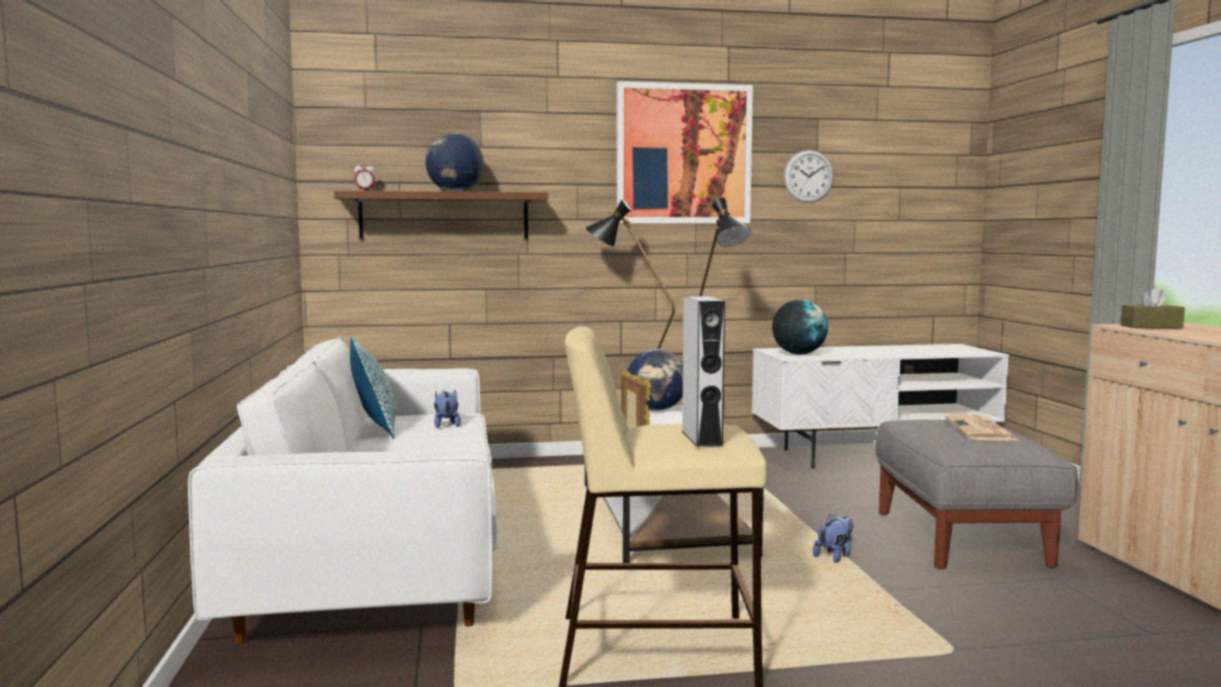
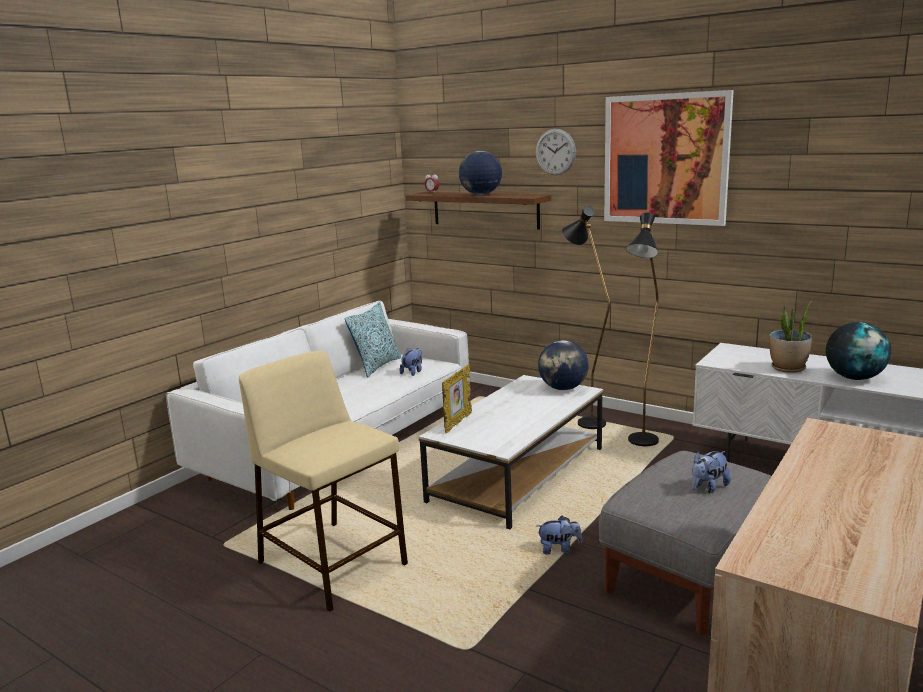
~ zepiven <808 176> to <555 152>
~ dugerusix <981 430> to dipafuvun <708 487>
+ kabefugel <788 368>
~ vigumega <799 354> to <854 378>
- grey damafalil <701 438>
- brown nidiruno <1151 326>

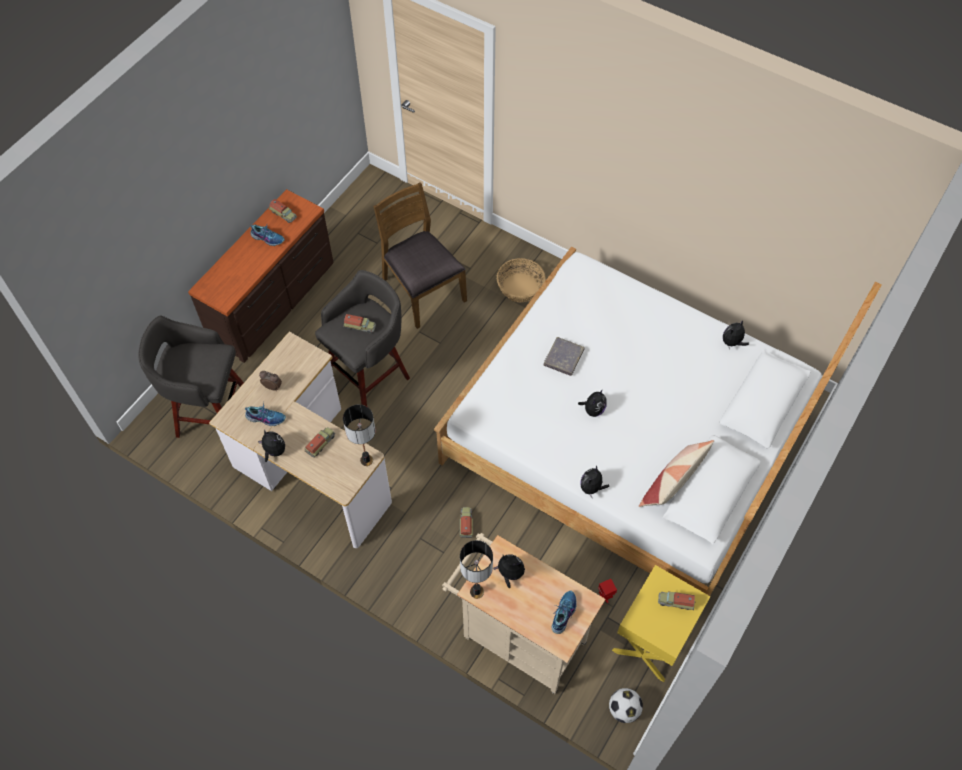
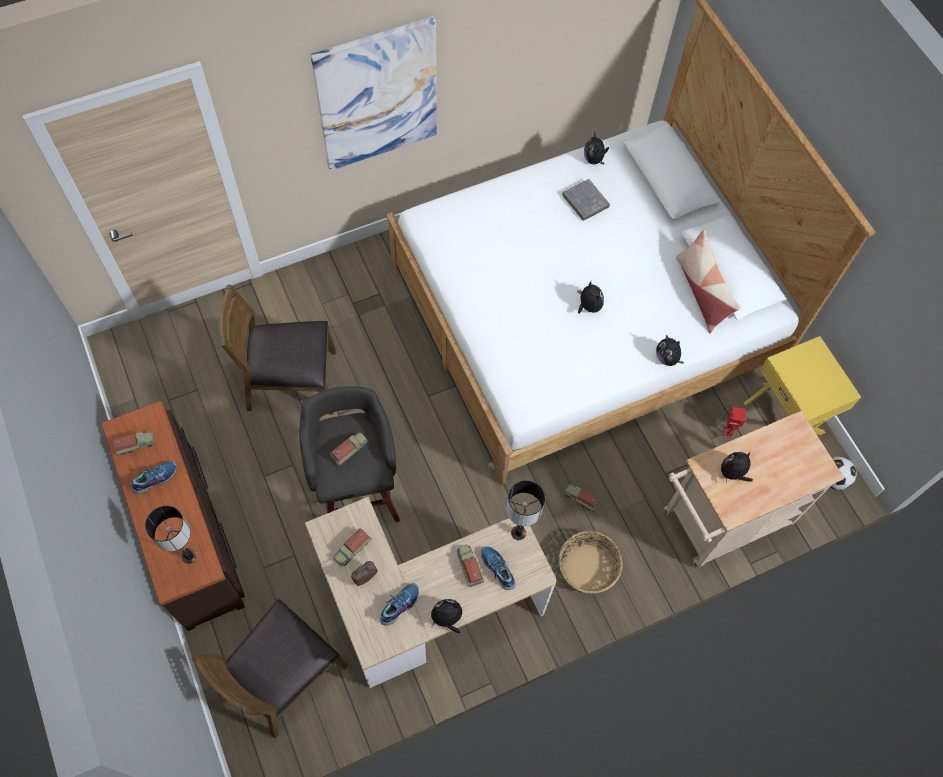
~ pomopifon <476 592> to <189 557>
~ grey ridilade <211 413> to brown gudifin <284 677>
+ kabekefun <377 95>
~ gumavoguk <675 602> to <352 549>
~ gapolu <563 613> to <497 569>
~ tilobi <520 288> to <588 568>
~ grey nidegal <563 358> to <585 201>

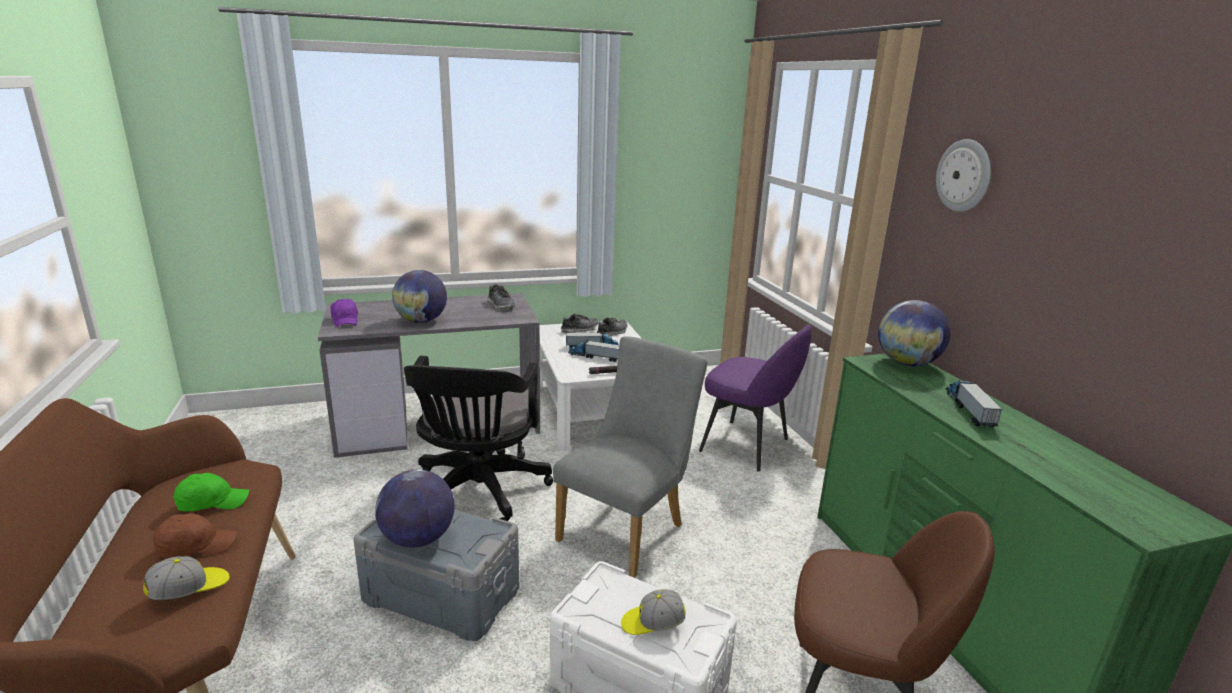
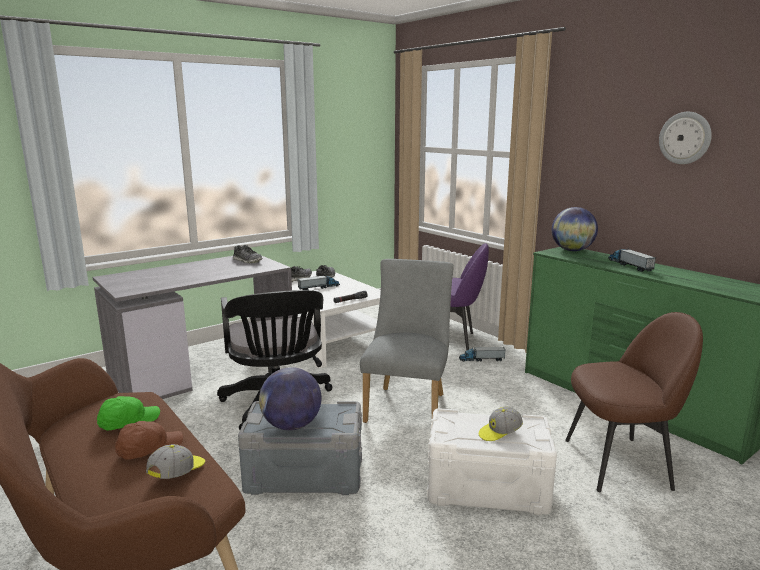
~ gumavoguk <595 357> to <481 359>
~ zepiven <964 175> to <685 138>
- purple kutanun <345 320>
- vigumega <421 321>

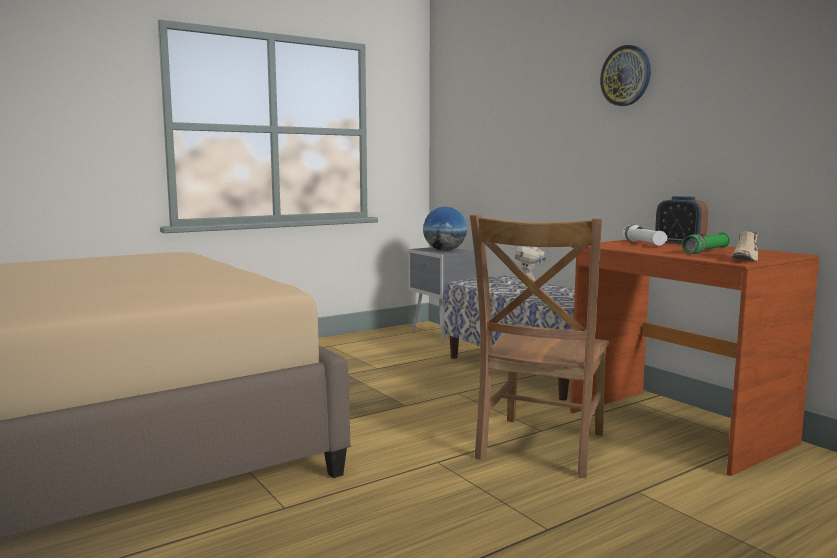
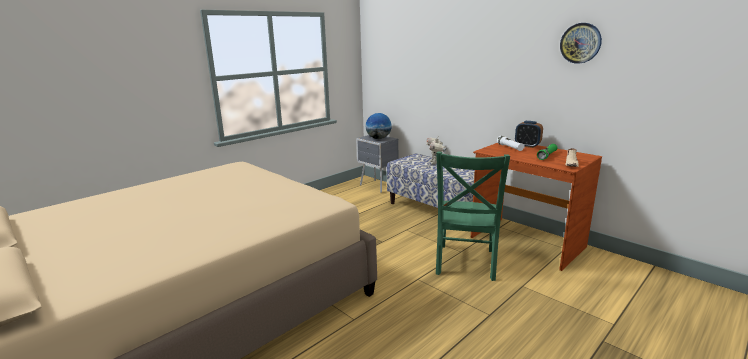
~ brown gudifin <540 448> to green gudifin <465 263>
~ zepiven <626 76> to <580 43>

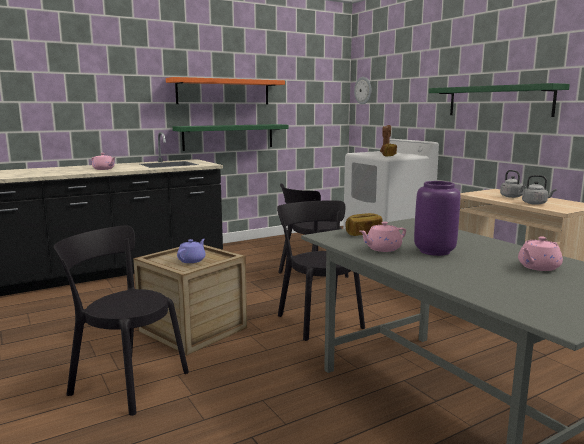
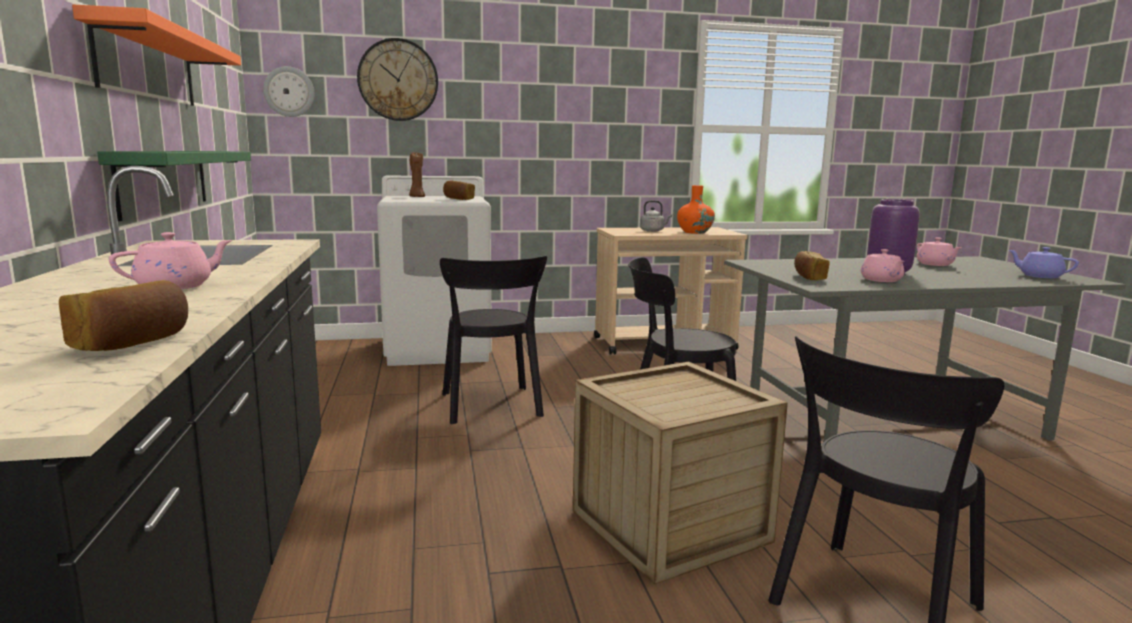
+ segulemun <133 343>
+ zepiven <398 80>
~ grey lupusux <535 203> to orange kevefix <694 232>
~ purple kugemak <192 260> to <1039 276>
- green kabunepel <498 101>

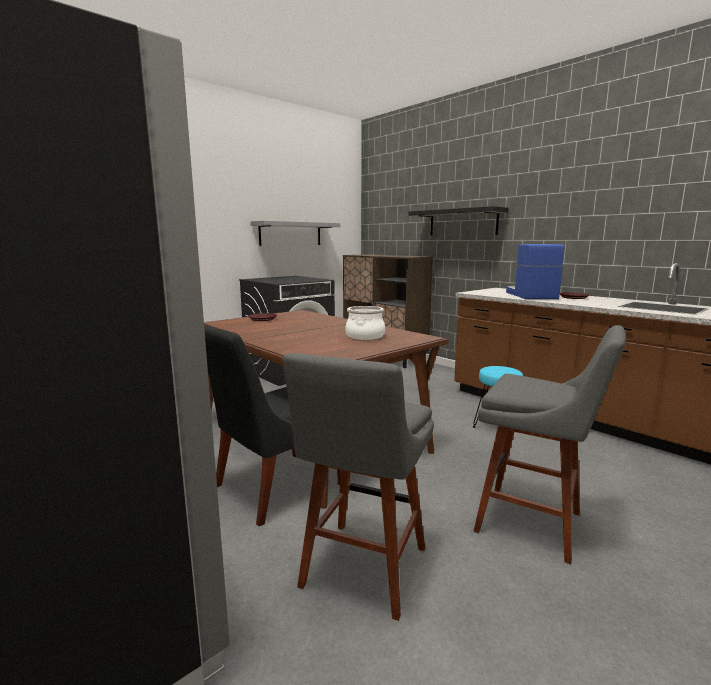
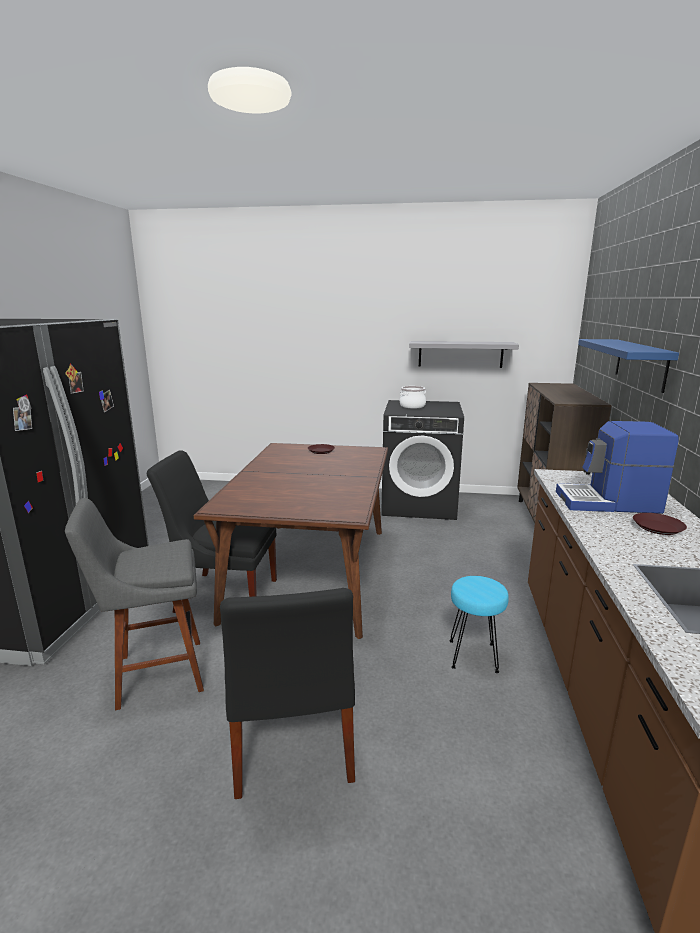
~ grey ridilade <535 524> to black gudifin <291 743>
~ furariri <364 336> to <412 406>
~ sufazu <530 295> = <608 502> 135 degrees counterclockwise
~ black kabunepel <462 222> to blue kabunepel <640 363>

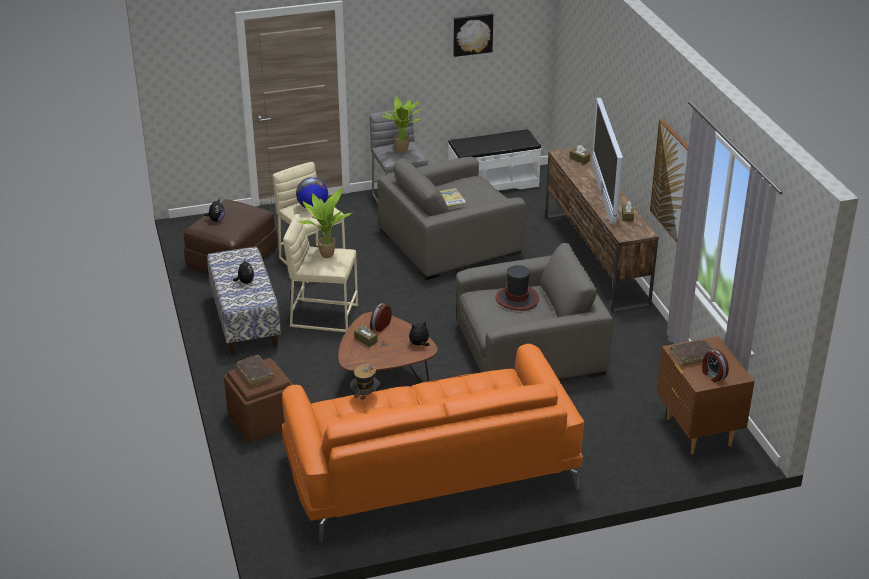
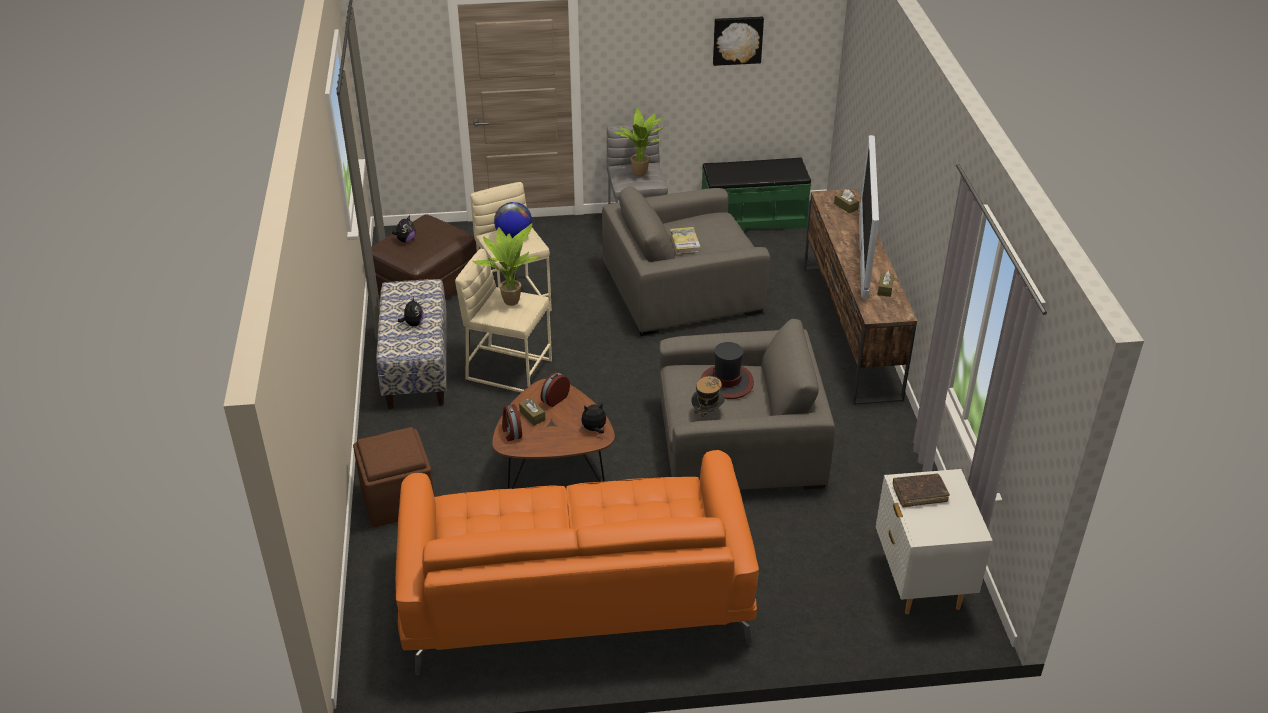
~ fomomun <713 375> to <511 433>
~ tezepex <365 397> to <707 414>
~ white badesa <493 183> to green badesa <753 218>
~ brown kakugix <697 432> to white kakugix <921 583>
- brown nidegal <255 374>
- kabekefun <672 181>

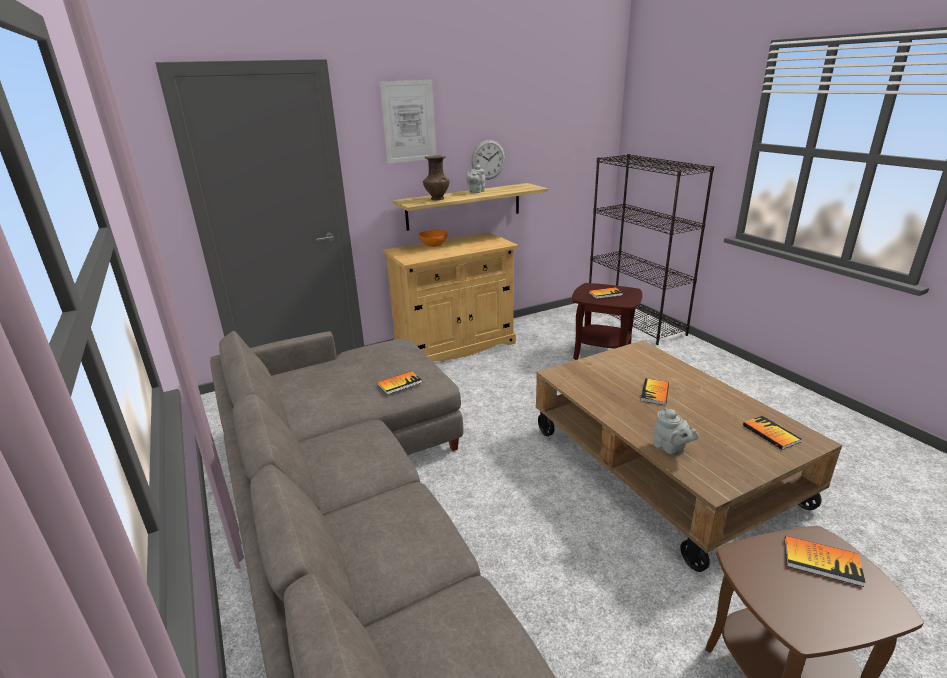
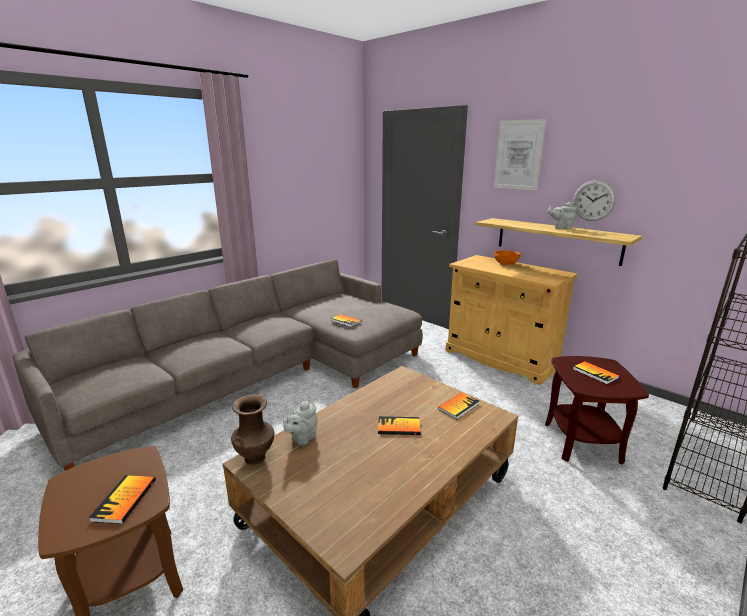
~ brown kevefix <436 198> to <255 457>
~ nidegal <771 433> to <458 406>

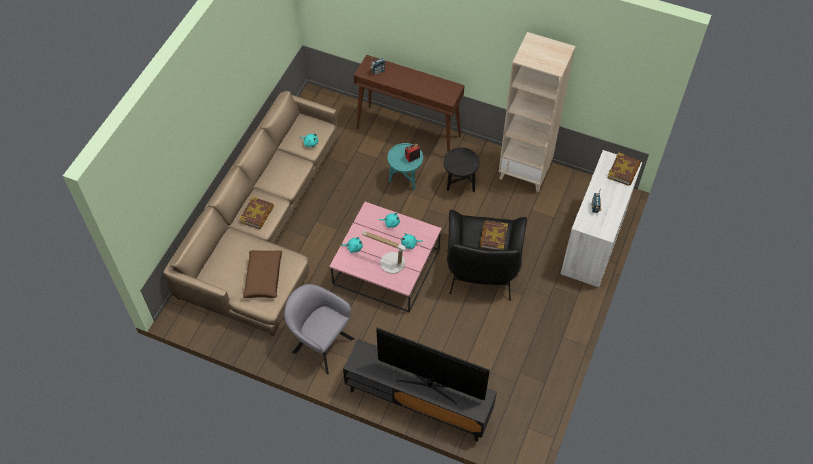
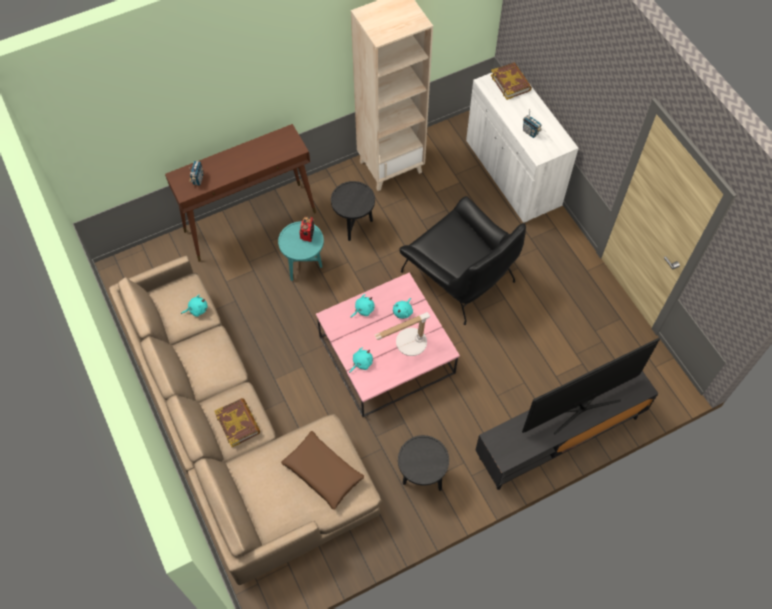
~ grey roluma <320 343> to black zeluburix <421 478>
- nidegal <493 237>

